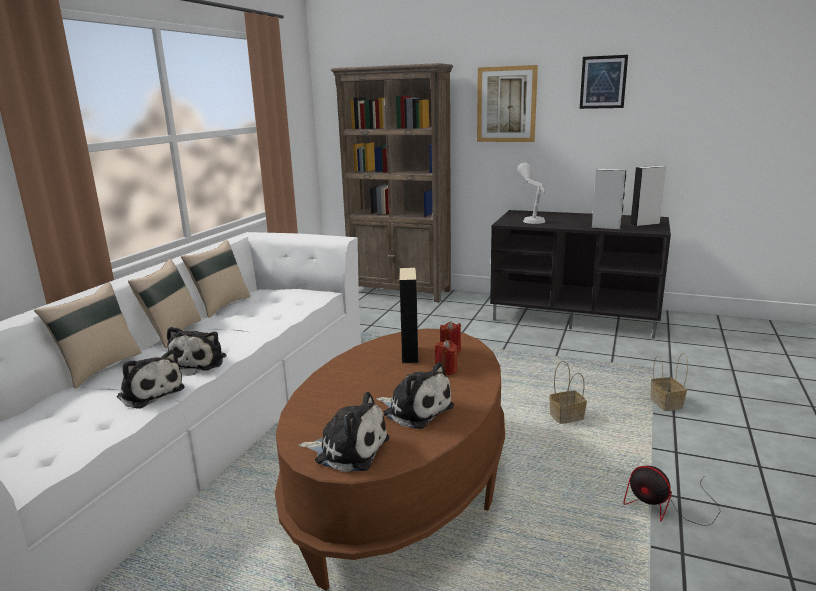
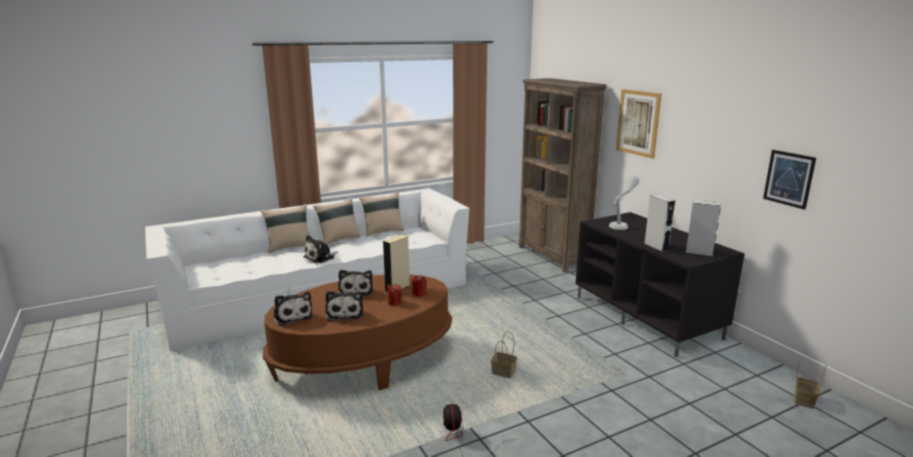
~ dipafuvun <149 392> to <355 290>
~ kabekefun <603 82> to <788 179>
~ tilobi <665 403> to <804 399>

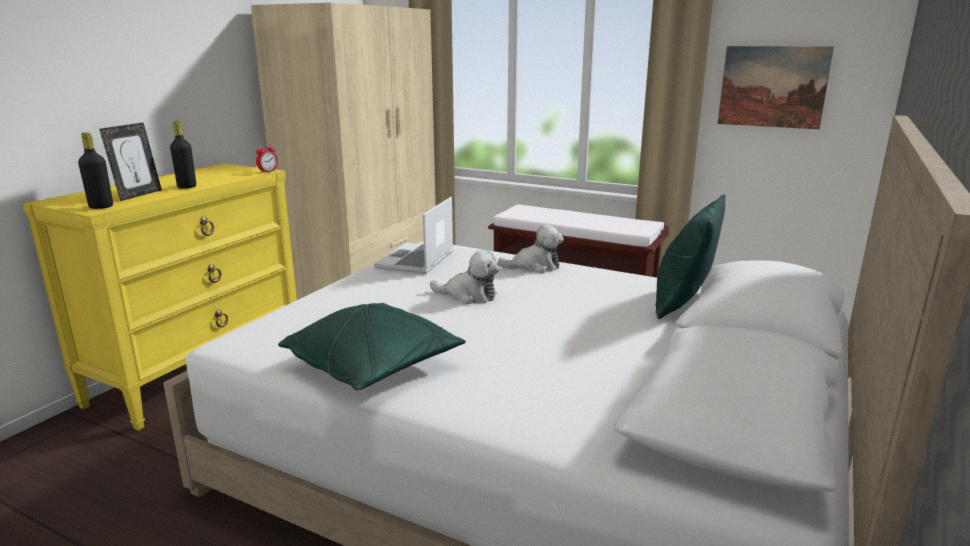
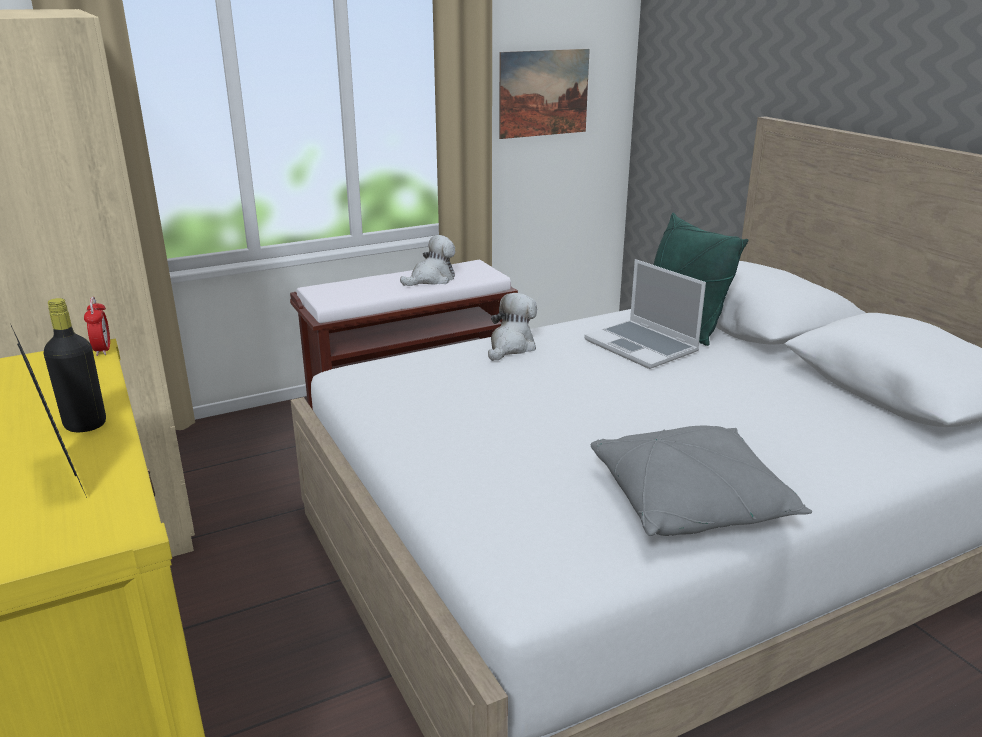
~ dipafuvun <469 295> to <431 279>
~ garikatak <416 260> to <642 346>
~ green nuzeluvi <374 366> to grey nuzeluvi <691 502>
- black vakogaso <101 207>

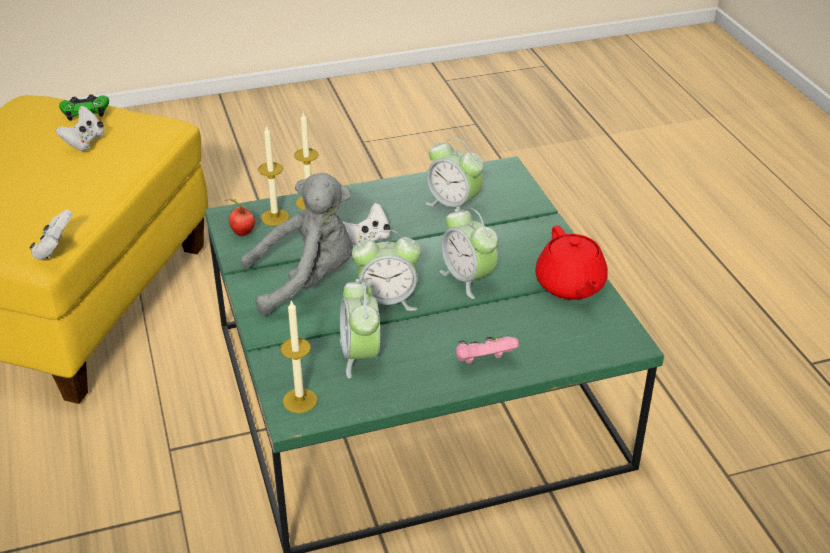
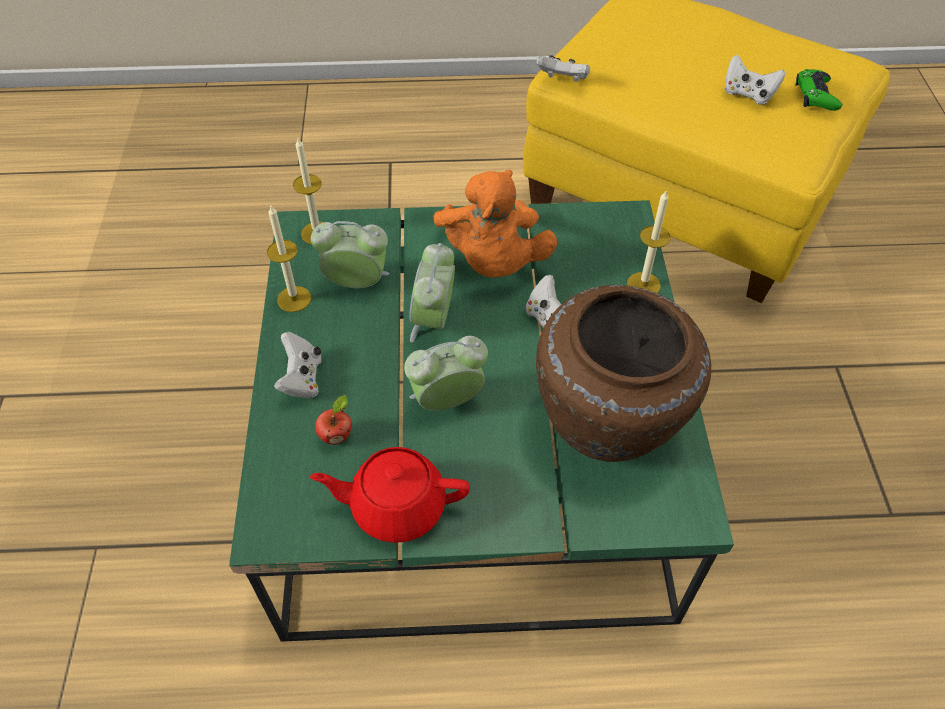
~ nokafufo <275 217> to <294 299>
~ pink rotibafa <483 362> to white rotibafa <302 379>
~ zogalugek <241 233> to <337 435>
~ grey dipafuvun <306 280> to orange dipafuvun <493 261>
~ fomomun <453 205> to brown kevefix <608 426>

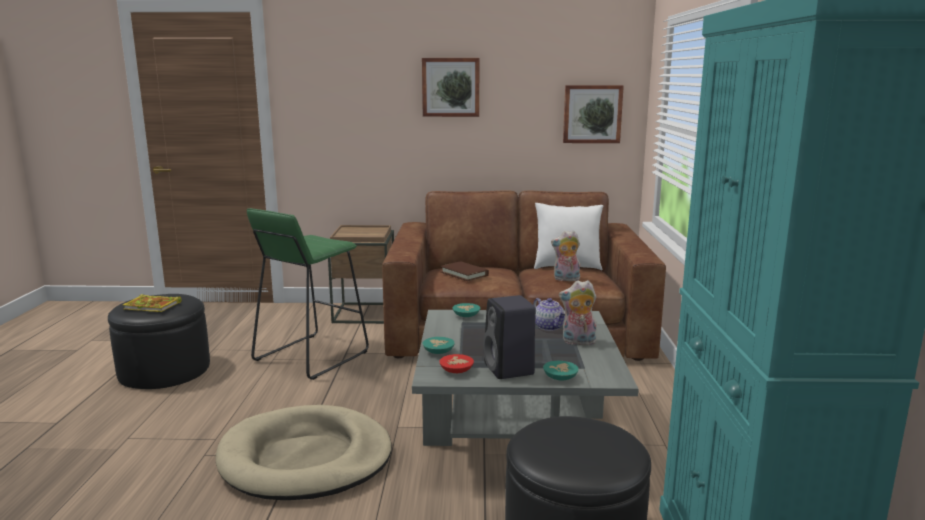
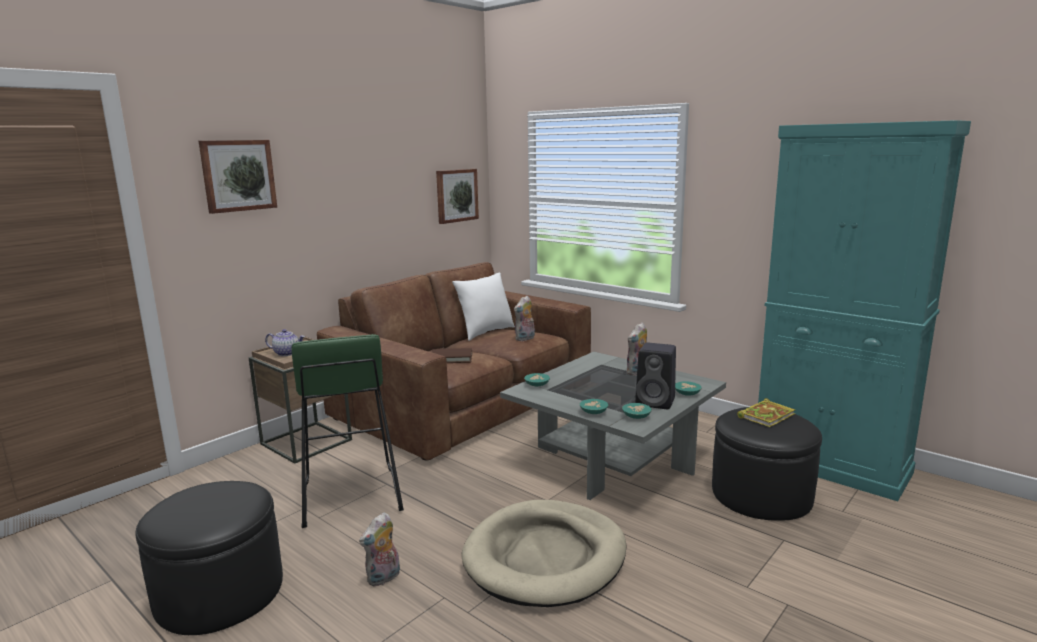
~ kabekefun <451 87> to <238 175>
~ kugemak <549 327> to <287 353>
+ dipafuvun <384 578>
~ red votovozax <457 371> to turquoise votovozax <637 416>
~ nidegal <153 306> to <766 415>

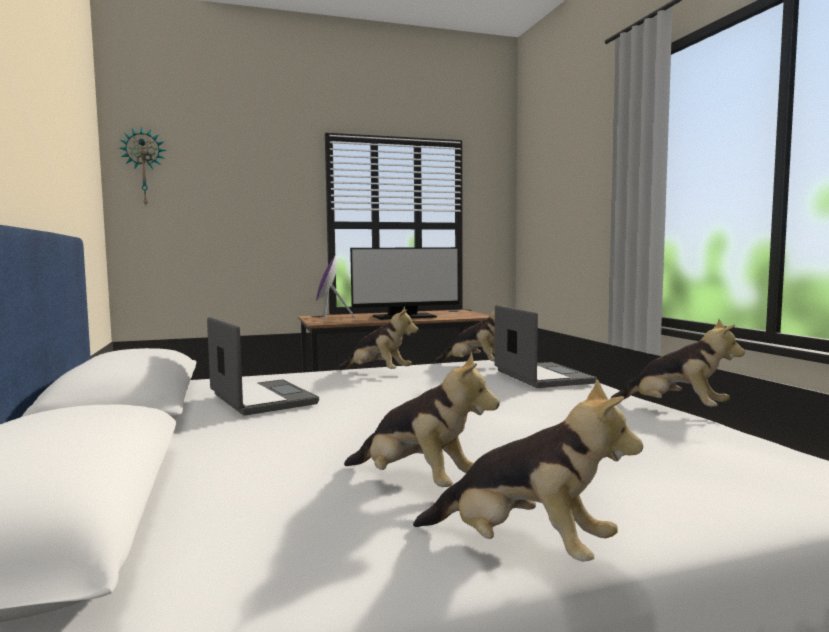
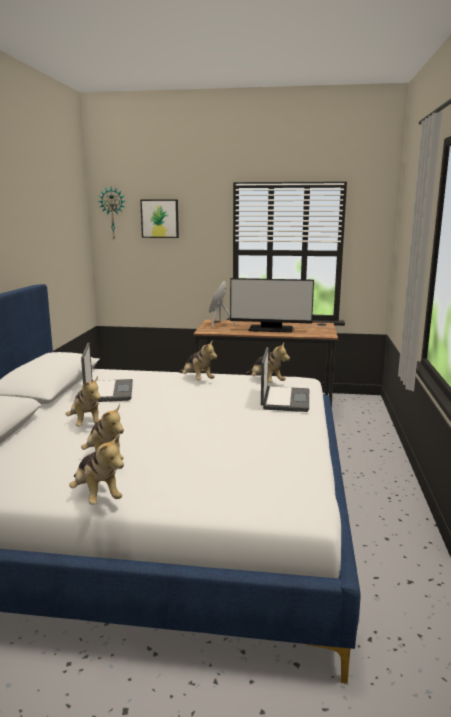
~ dipafuvun <675 410> to <85 424>
+ kabekefun <160 218>

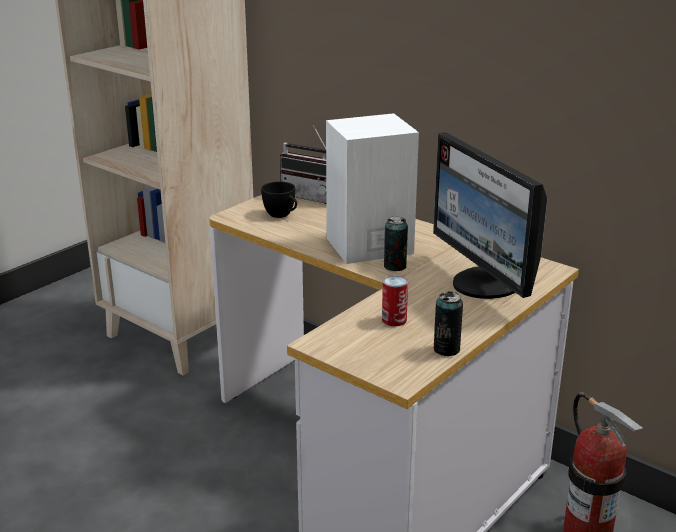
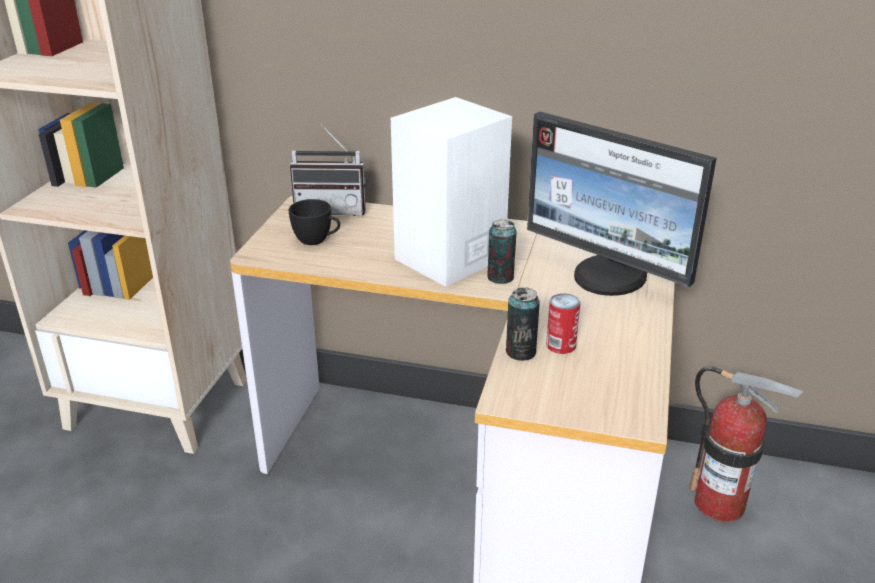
~ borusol <446 349> to <520 352>

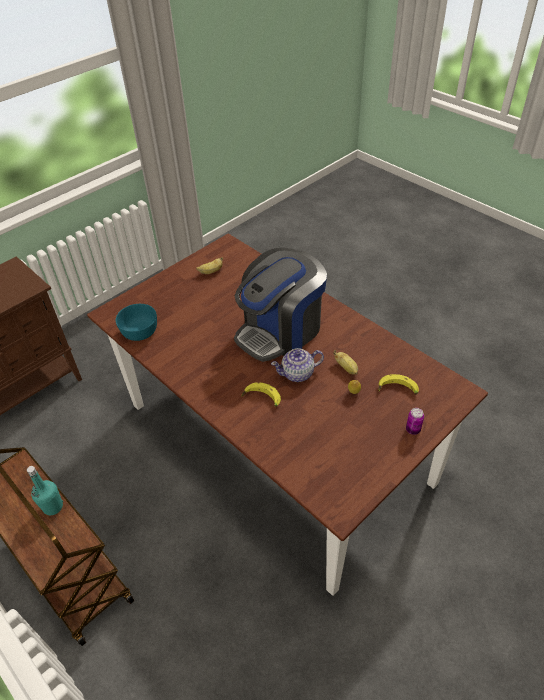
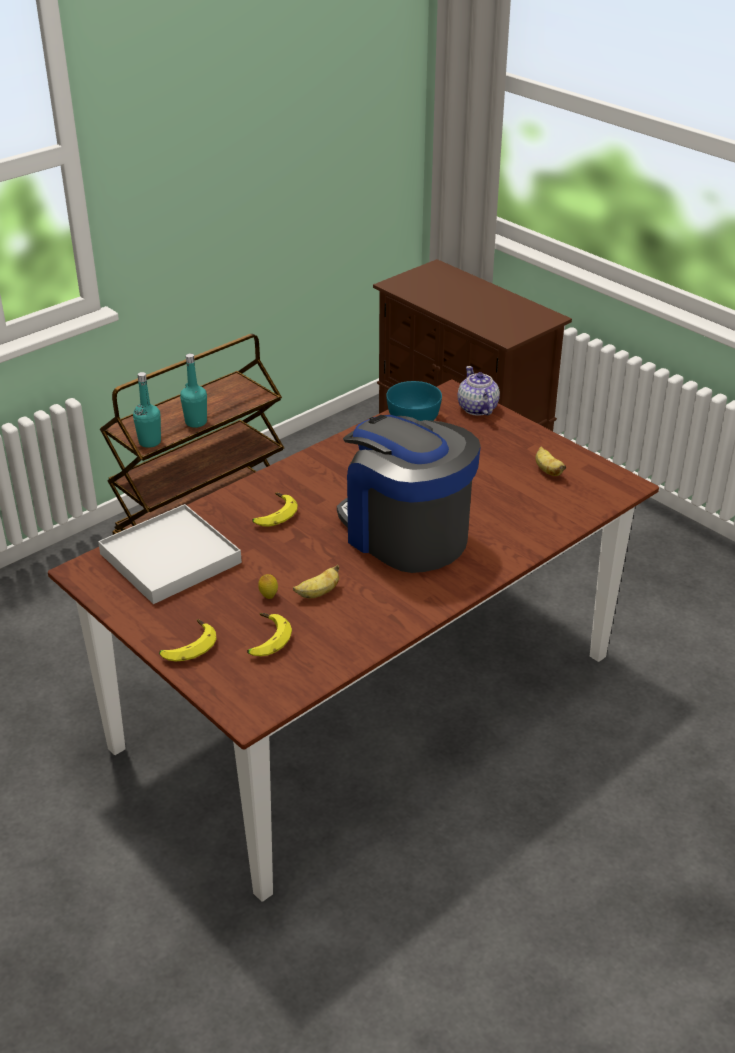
+ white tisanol <171 558>
+ turquoise vakogaso <150 442>
~ borusol <413 429> to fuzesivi <187 646>
~ kugemak <298 374> to <477 409>

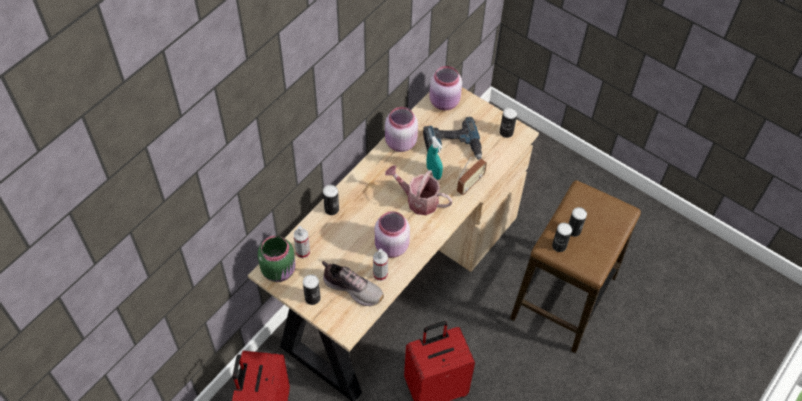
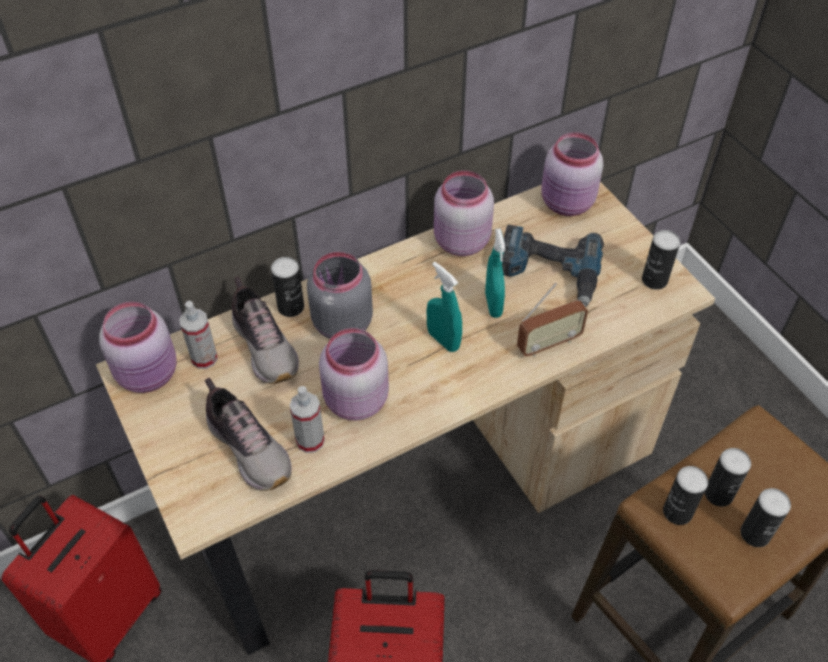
~ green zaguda <279 270> to pink zaguda <149 374>
+ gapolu <266 346>
+ grey zaguda <340 324>
~ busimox <418 200> to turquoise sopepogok <443 340>
~ borusol <312 298> to <755 534>

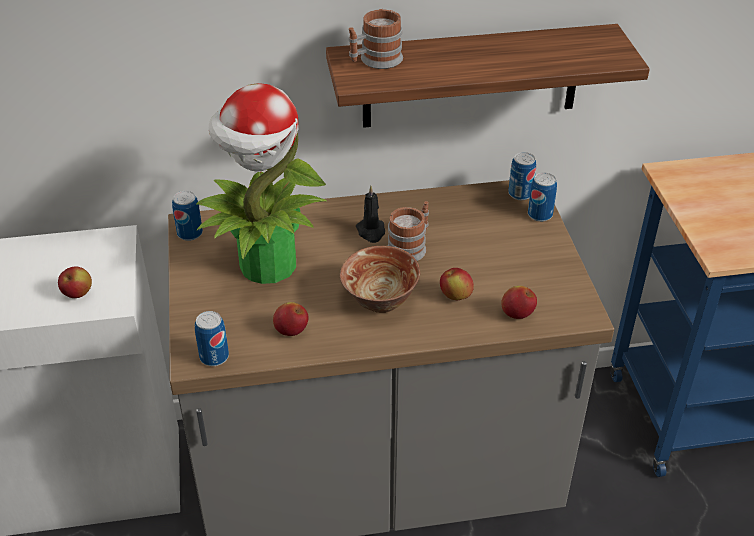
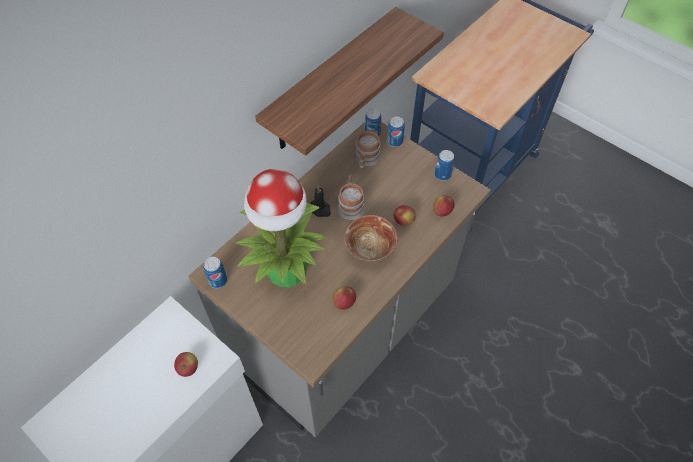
~ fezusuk <375 61> to <366 160>
~ borusol <214 357> to <442 175>

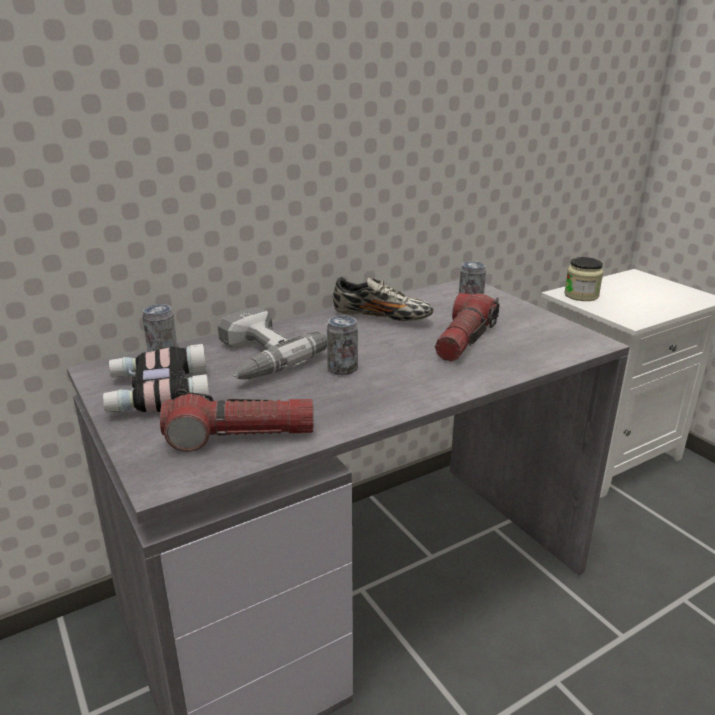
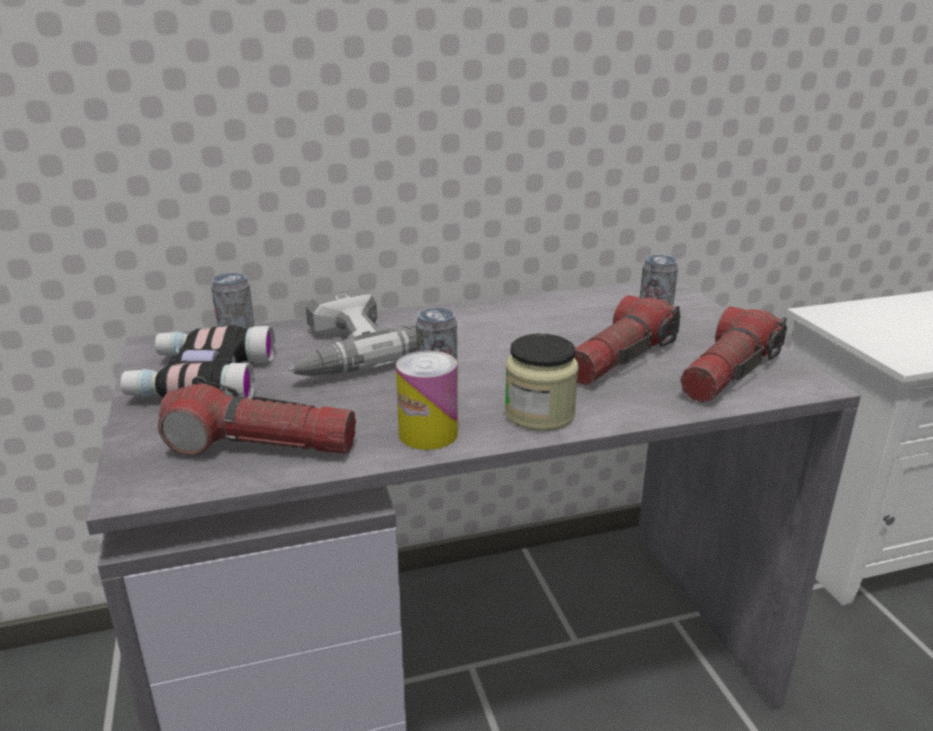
+ borusol <428 434>
~ zaguda <581 295> to <539 414>
+ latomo <728 374>
- gapolu <382 318>

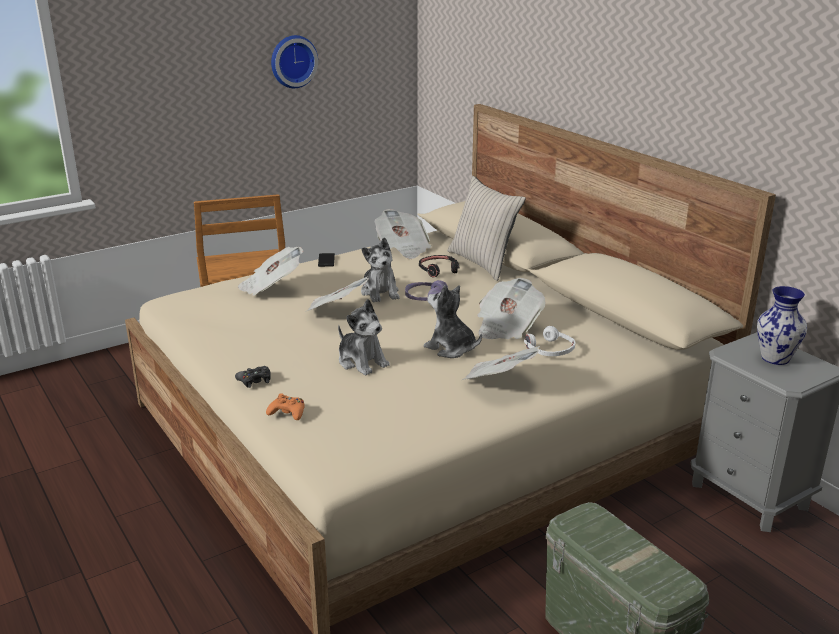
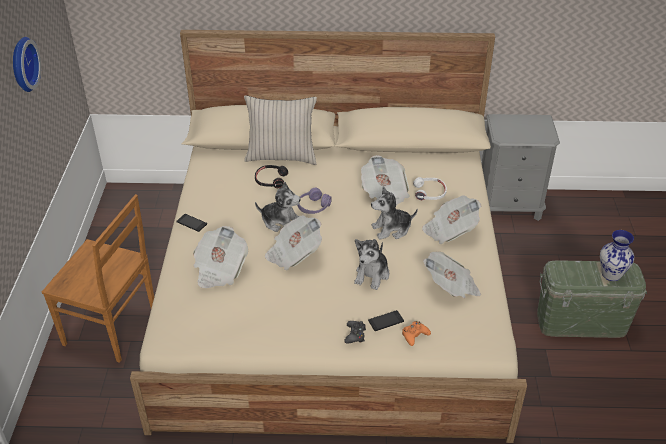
~ dipafuvun <362 362> = <372 275> 120 degrees clockwise
+ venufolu <386 321>
~ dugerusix <403 248> to <451 287>
~ kevefix <775 358> to <610 274>

